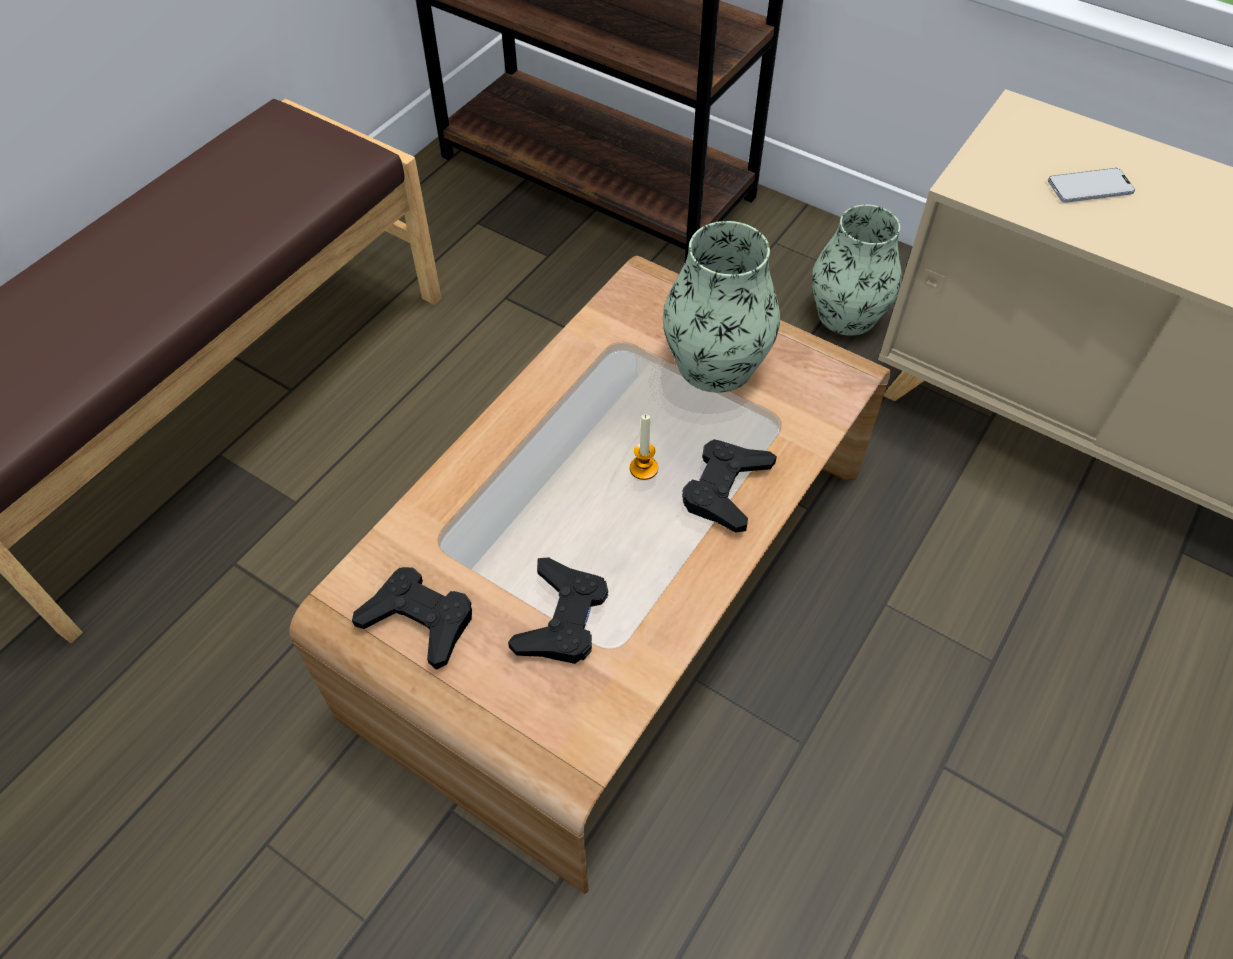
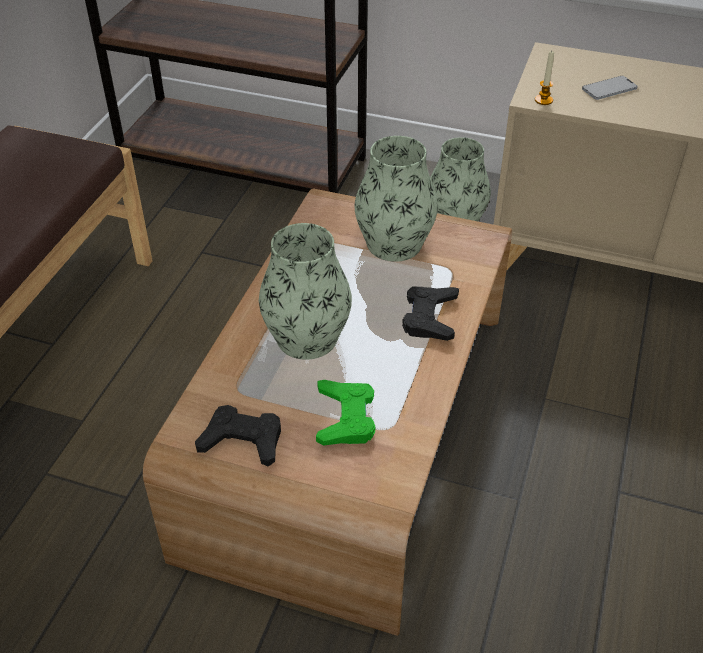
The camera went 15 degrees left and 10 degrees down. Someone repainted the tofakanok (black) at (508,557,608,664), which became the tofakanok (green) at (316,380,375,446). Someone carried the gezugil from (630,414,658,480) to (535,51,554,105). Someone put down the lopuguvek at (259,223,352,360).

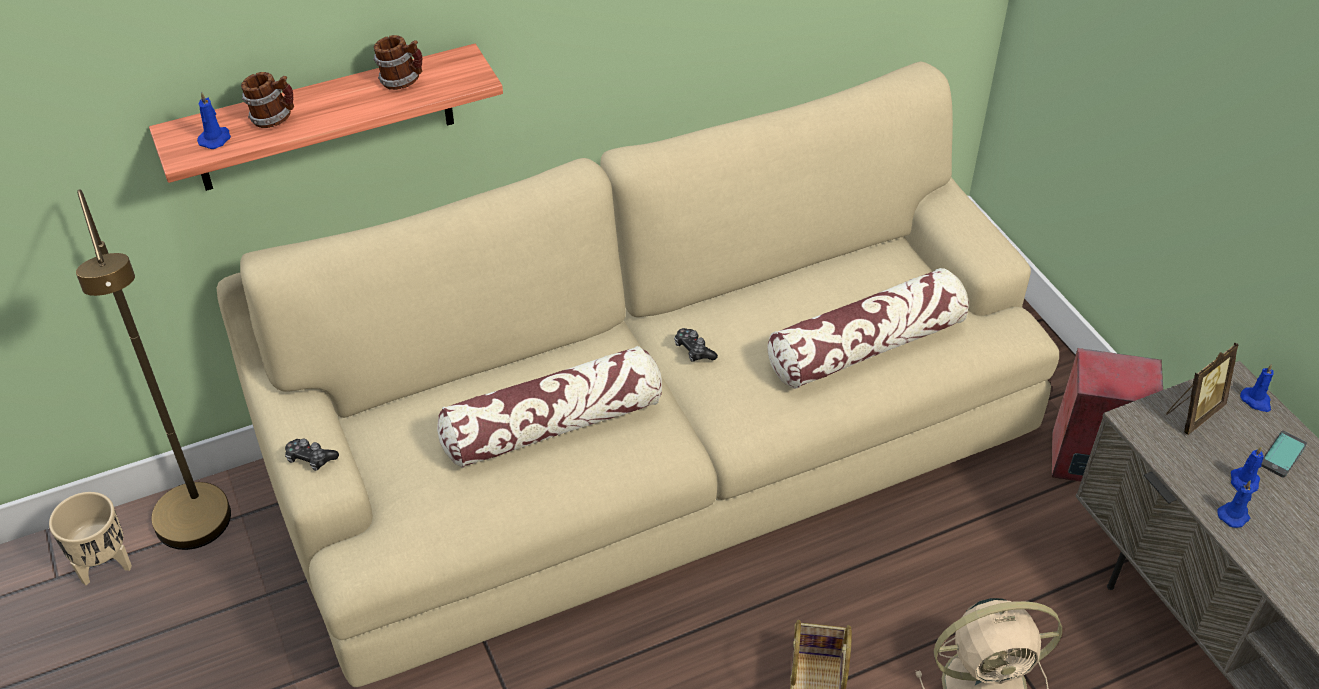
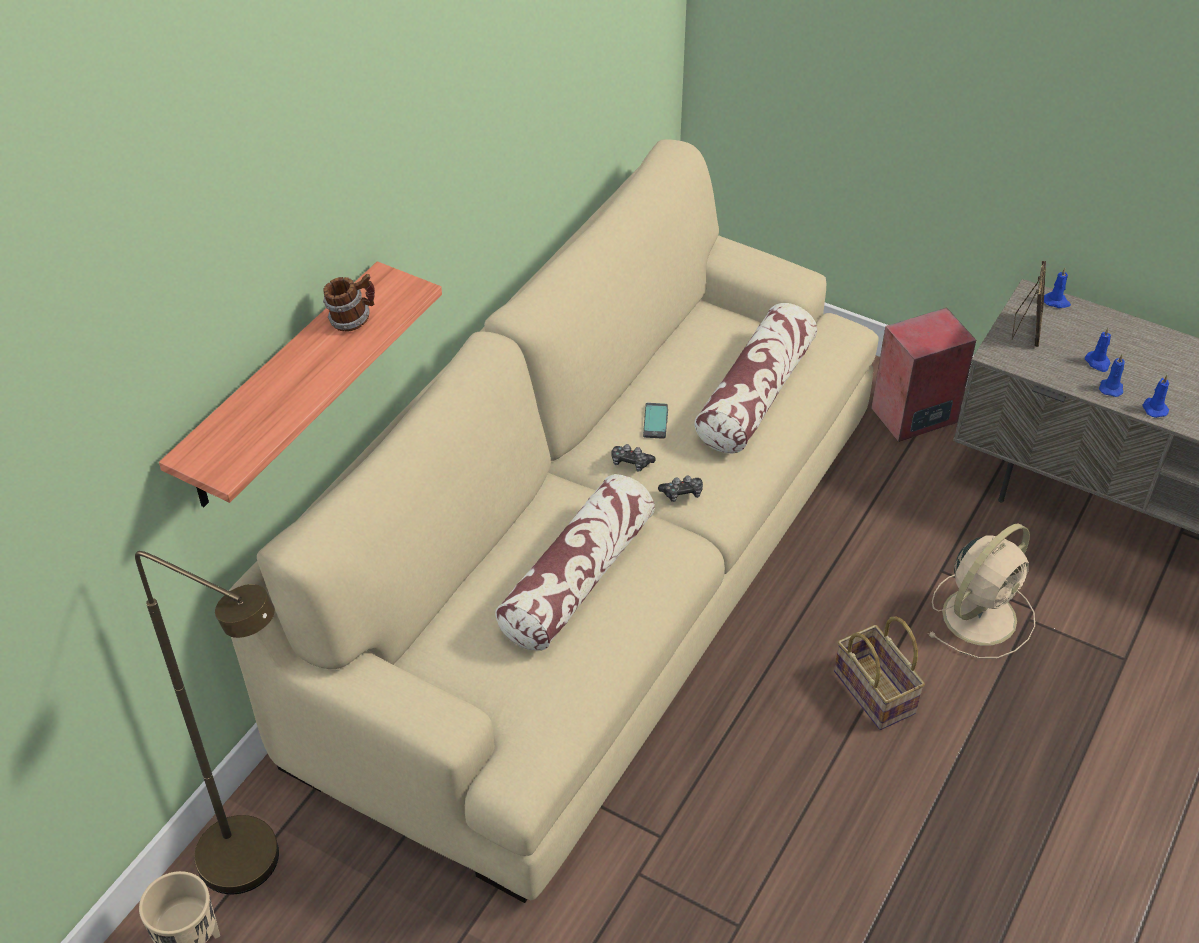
The camera went 35 degrees left and 0 degrees up. Someone carried the gezugil (blue) from (197,91,231,149) to (1142,375,1169,418). Someone took away the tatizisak at (241,72,294,128). Someone carried the tofakanok from (285,438,339,471) to (658,475,703,502). Someone carried the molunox from (1261,431,1307,478) to (643,403,668,439).

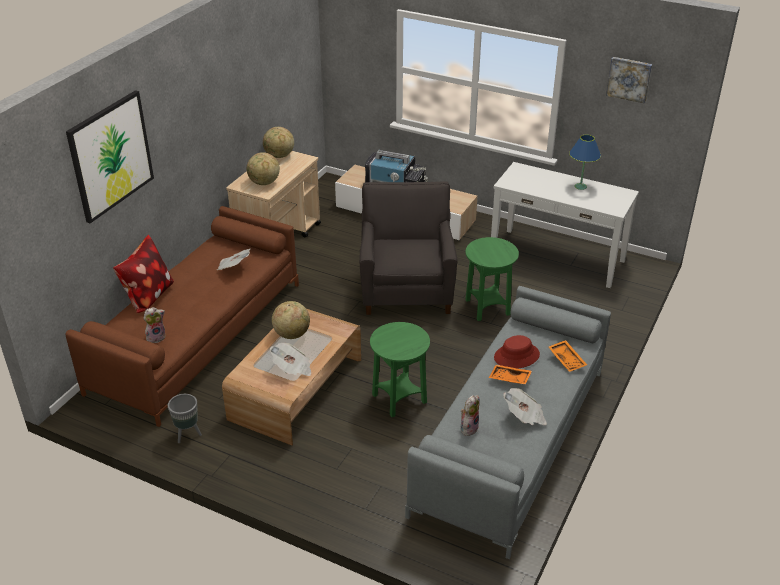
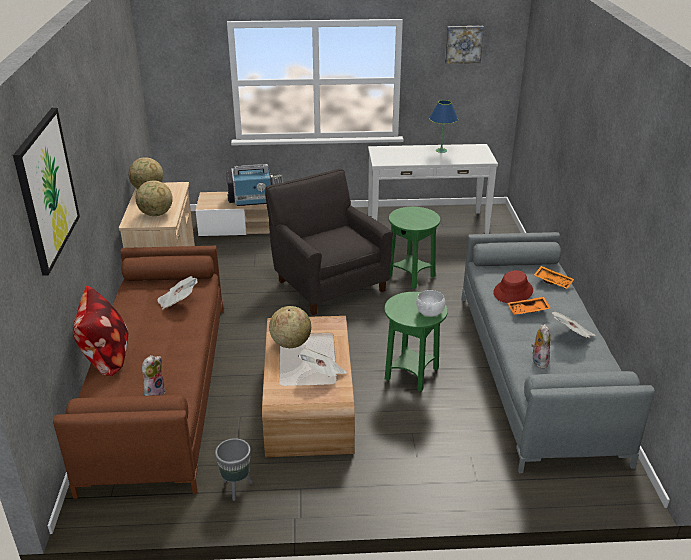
The camera went 30 degrees left and 5 degrees down. Someone put down the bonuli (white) at (416,290,445,317).

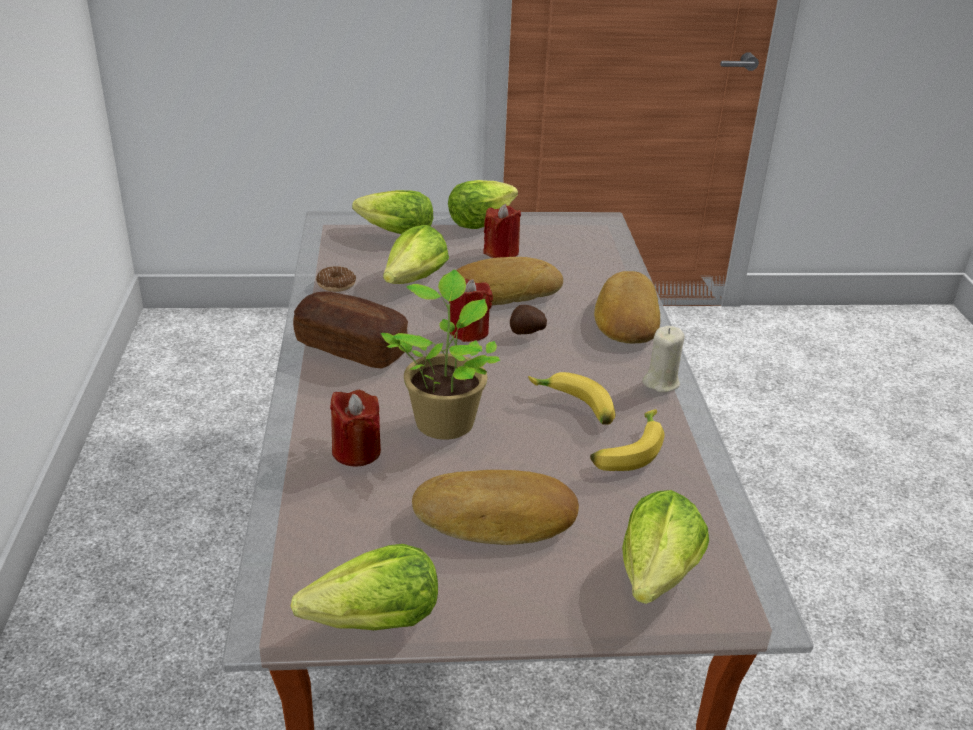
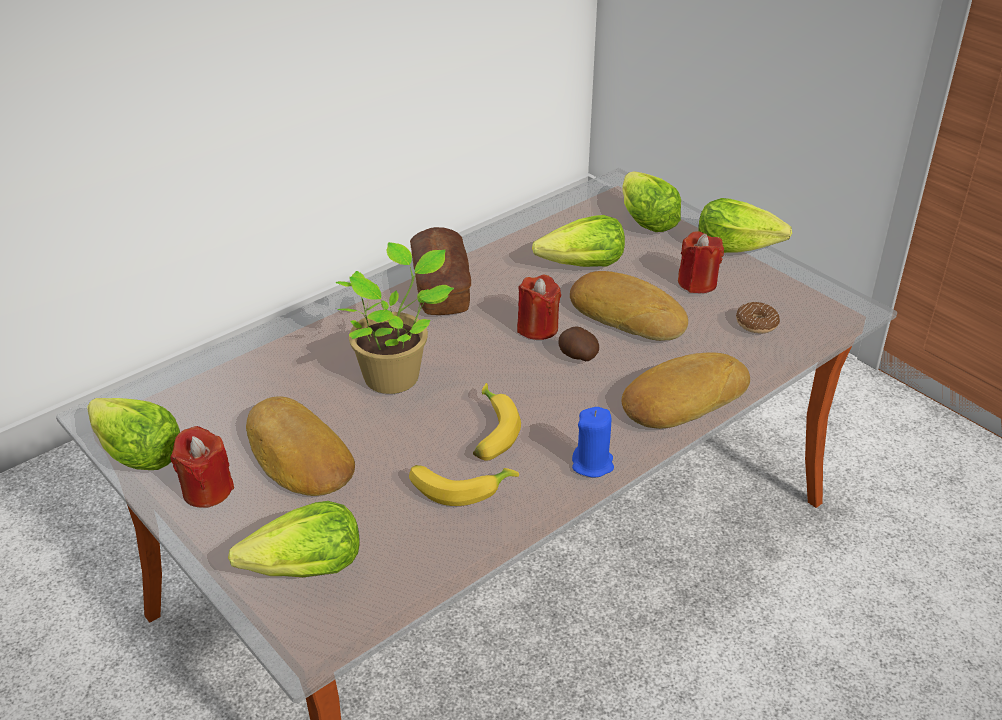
The camera went 55 degrees right and 5 degrees up. Someone carried the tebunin from (316,266,356,292) to (736,302,780,333). Someone carried the gezugil (red) from (330,390,381,466) to (170,426,234,508). Someone repainted the gezugil (beige) at (642,326,685,393), which became the gezugil (blue) at (572,407,614,477).

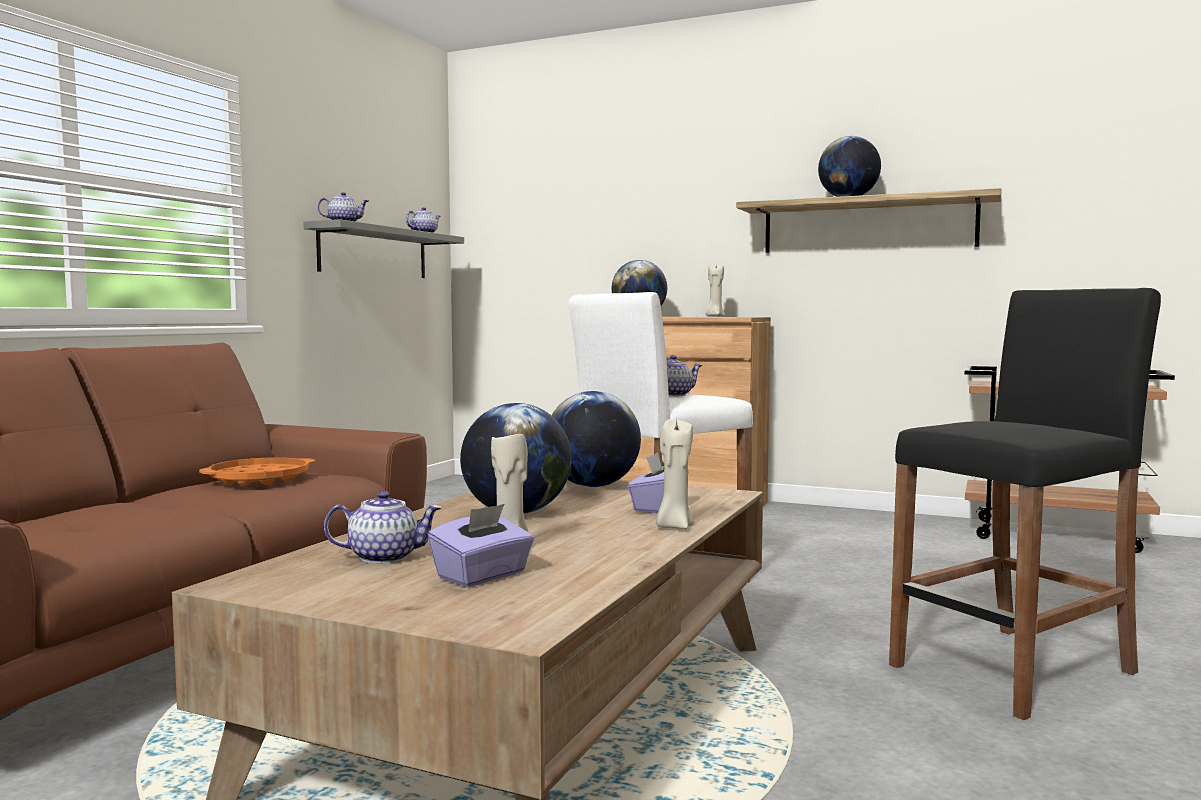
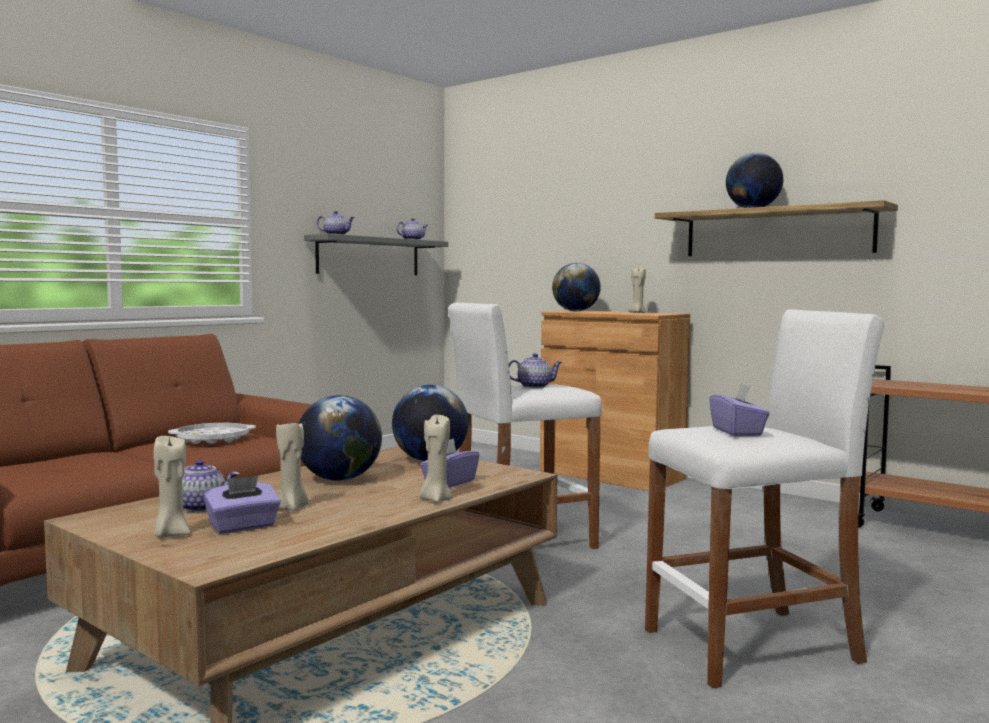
The camera went 15 degrees right and 0 degrees up. Someone repainted the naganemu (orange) at (199,457,316,486), which became the naganemu (white) at (168,423,256,444). Someone repainted the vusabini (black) at (889,288,1161,720), which became the vusabini (white) at (645,309,884,688). Someone put down the gezugil (beige) at (153,435,191,538). Someone put down the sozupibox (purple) at (709,383,769,436).

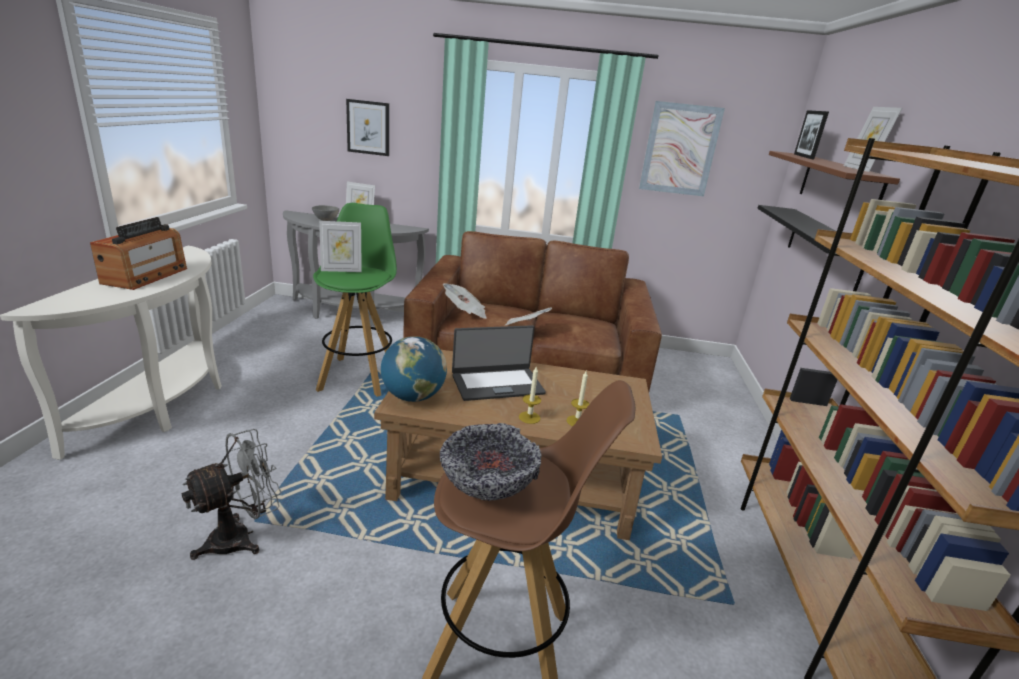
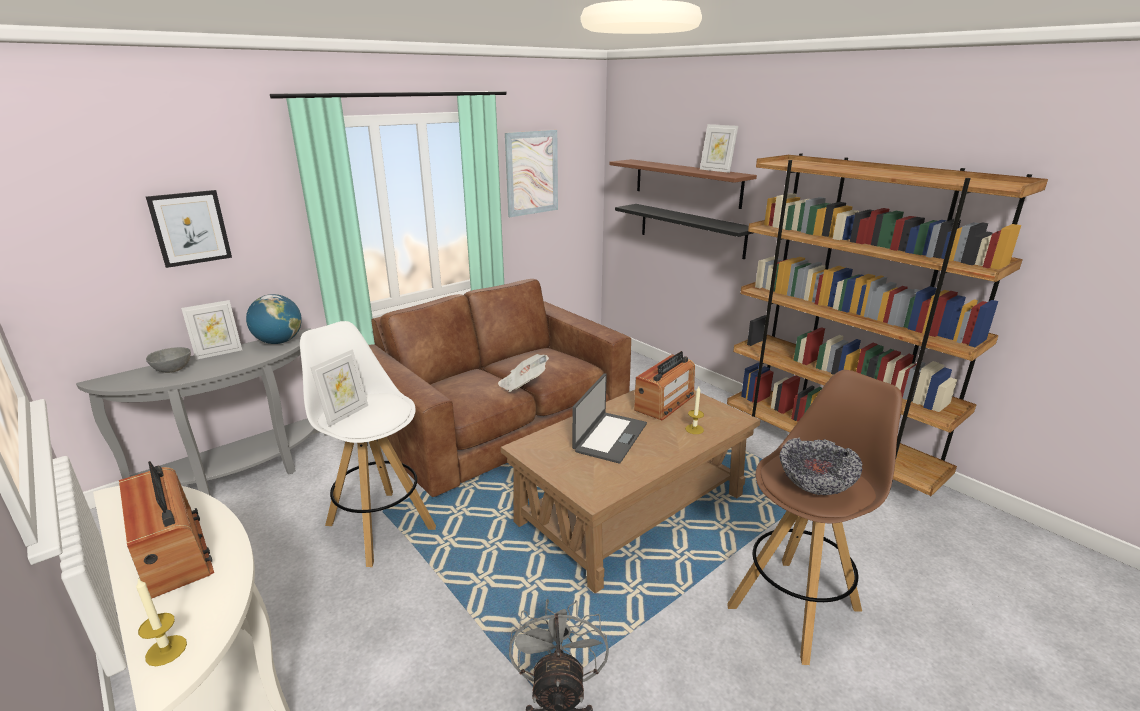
The camera went 45 degrees left and 0 degrees up. Someone repainted the vusabini (green) at (313,203,397,397), which became the vusabini (white) at (300,321,436,567). Someone carried the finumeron from (381,336,447,402) to (246,294,302,344). Someone took away the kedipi at (443,283,487,319). Someone carried the gezugil from (519,367,541,424) to (136,578,187,666). Someone took away the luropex at (794,110,829,160). Someone put down the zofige at (634,351,695,421).

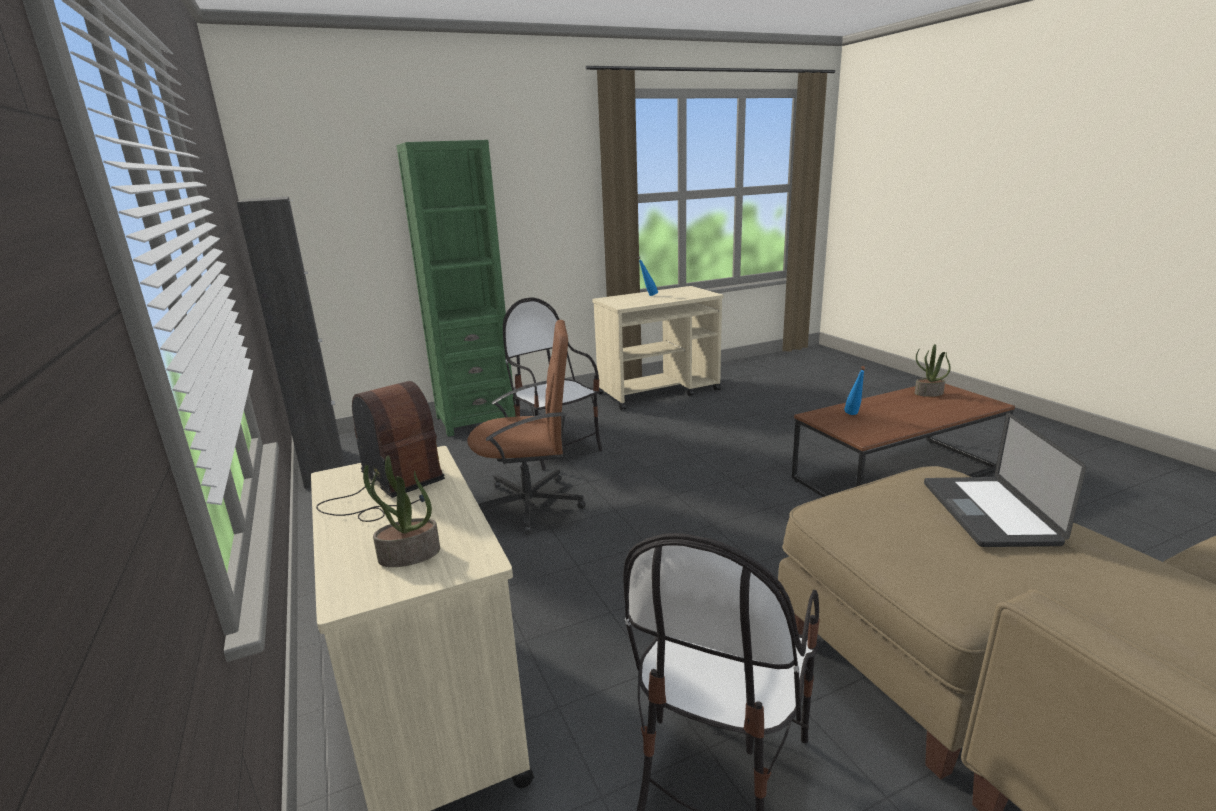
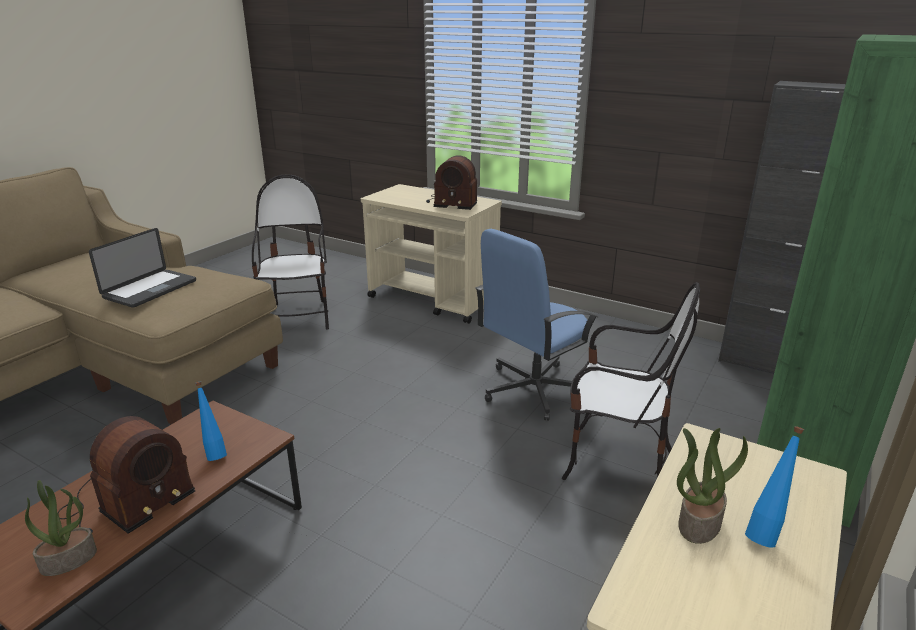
The camera went 145 degrees right and 5 degrees up. Someone carried the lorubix from (363,456,440,567) to (677,428,748,544). Someone repainted the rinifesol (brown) at (467,320,586,535), which became the rinifesol (blue) at (475,229,598,421). Someone rotated the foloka at (924,412,1087,547) by 60 degrees clockwise. Someone put down the zofige at (58,416,195,534).

